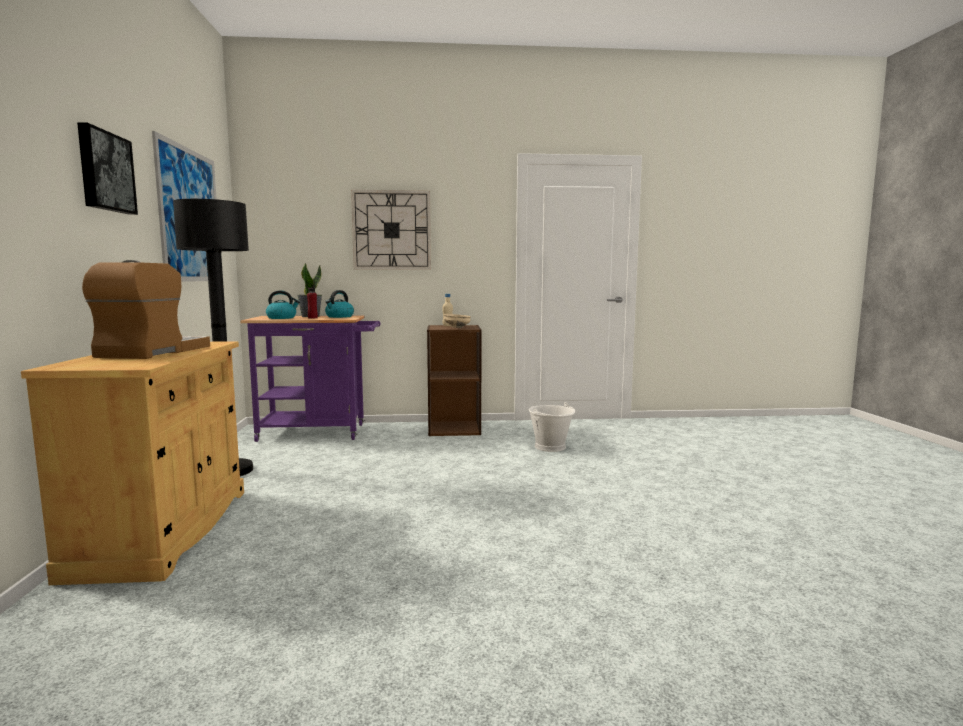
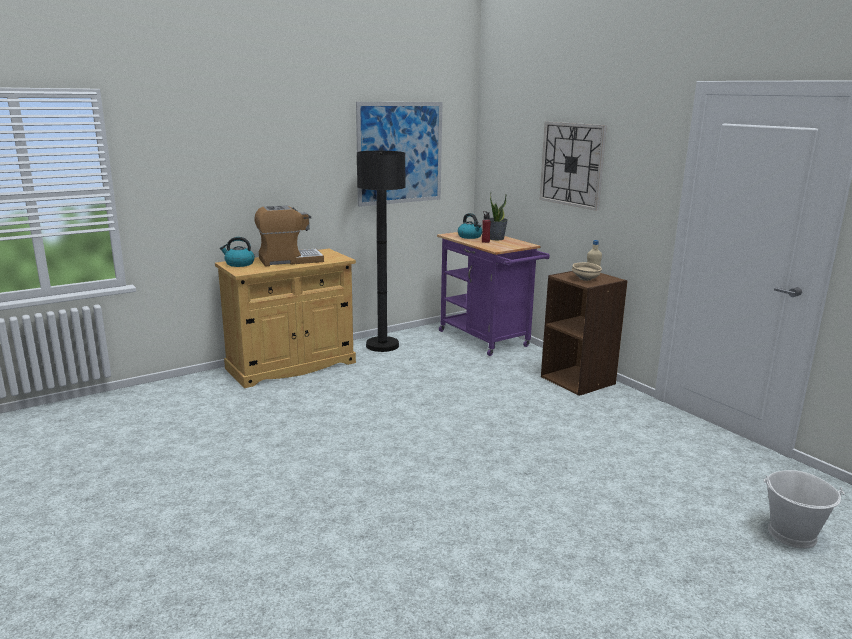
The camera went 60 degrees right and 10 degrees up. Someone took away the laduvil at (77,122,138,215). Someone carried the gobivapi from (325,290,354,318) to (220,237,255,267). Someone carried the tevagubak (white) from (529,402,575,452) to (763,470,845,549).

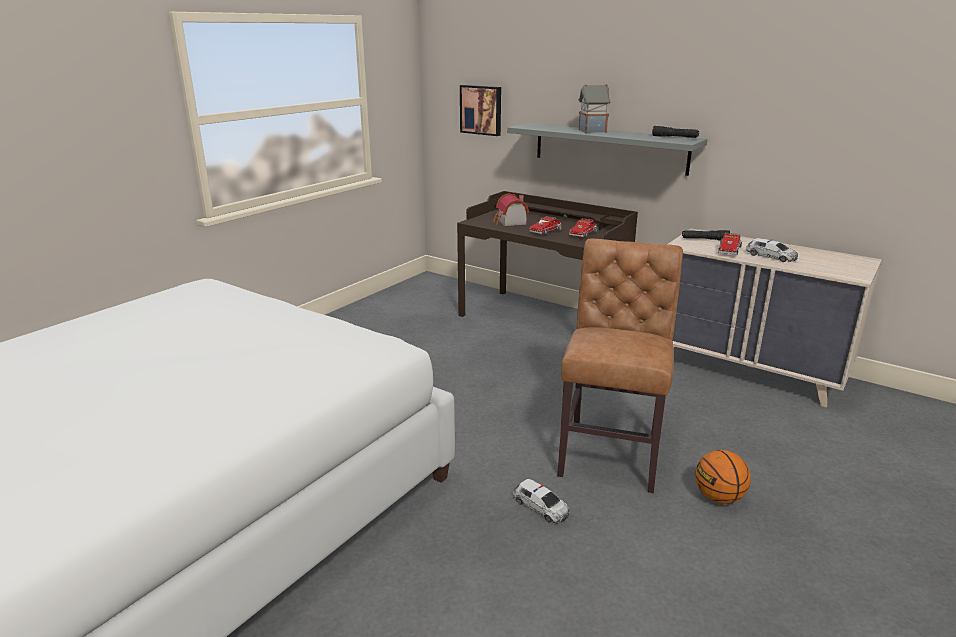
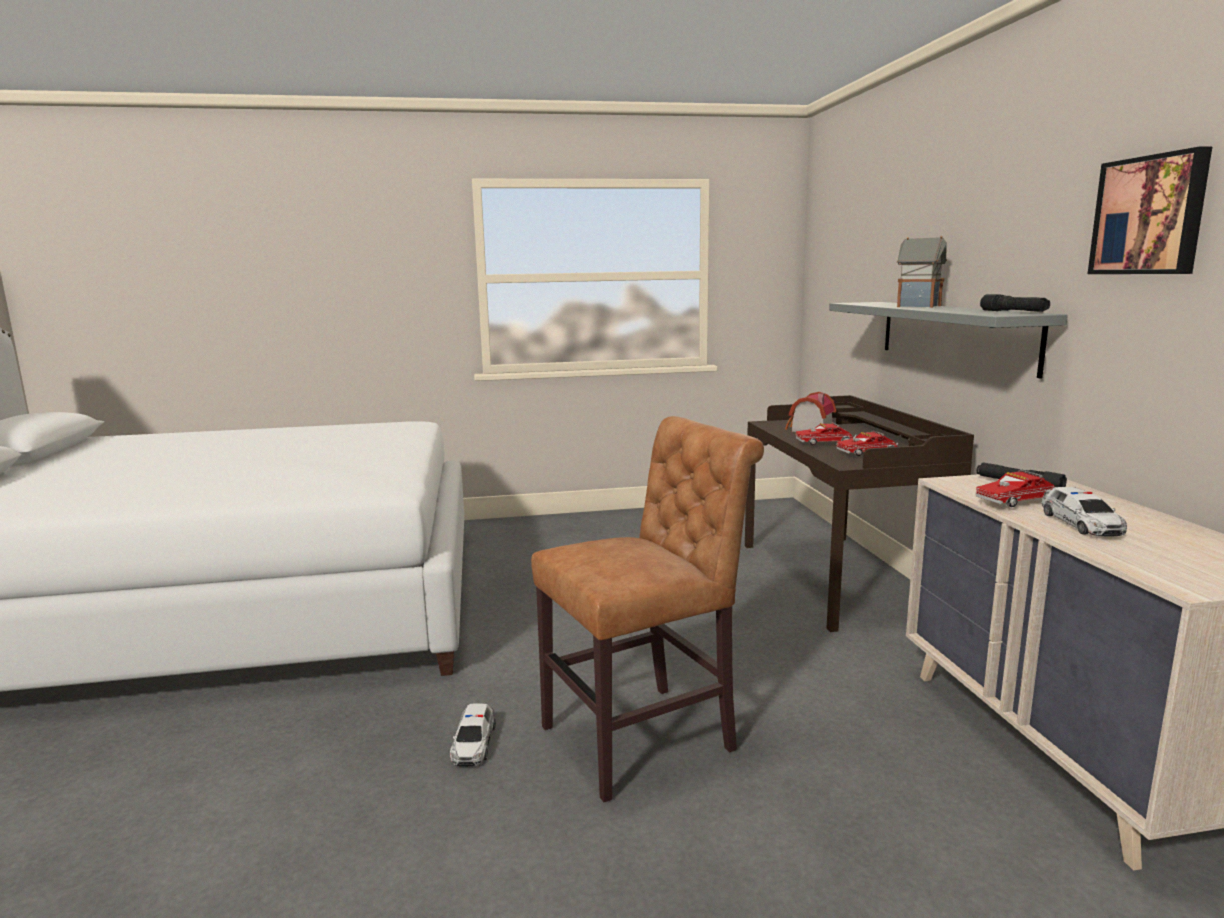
The camera went 45 degrees right and 10 degrees down. Someone carried the laduvil from (460,85,501,136) to (1088,146,1212,274). Someone took away the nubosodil at (695,450,751,504).

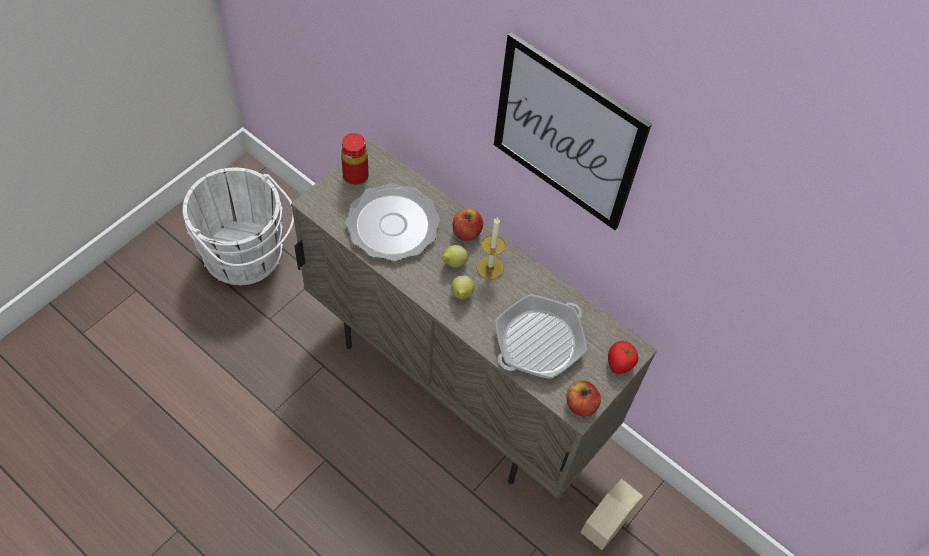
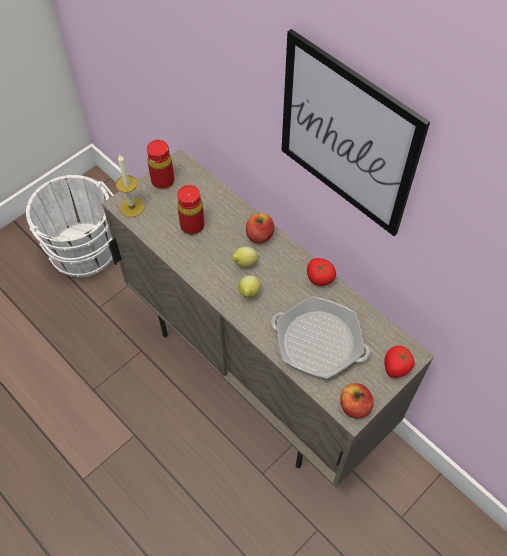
The camera went 10 degrees right and 0 degrees up. Someone swapped the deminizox at (345,183,440,261) for the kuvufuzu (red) at (177,185,205,235). Someone carried the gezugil from (476,217,505,280) to (116,155,144,217). Someone rotated the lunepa at (495,294,587,379) by 120 degrees counterclockwise. Someone took away the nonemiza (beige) at (581,479,643,550). Someone put down the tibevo at (307,258,336,286).

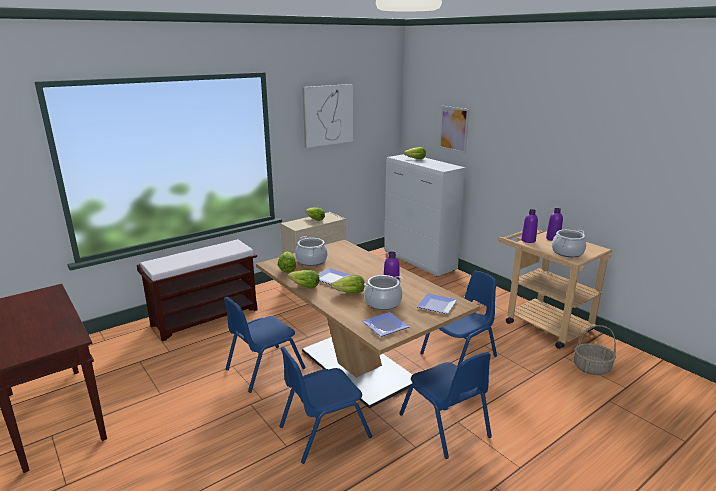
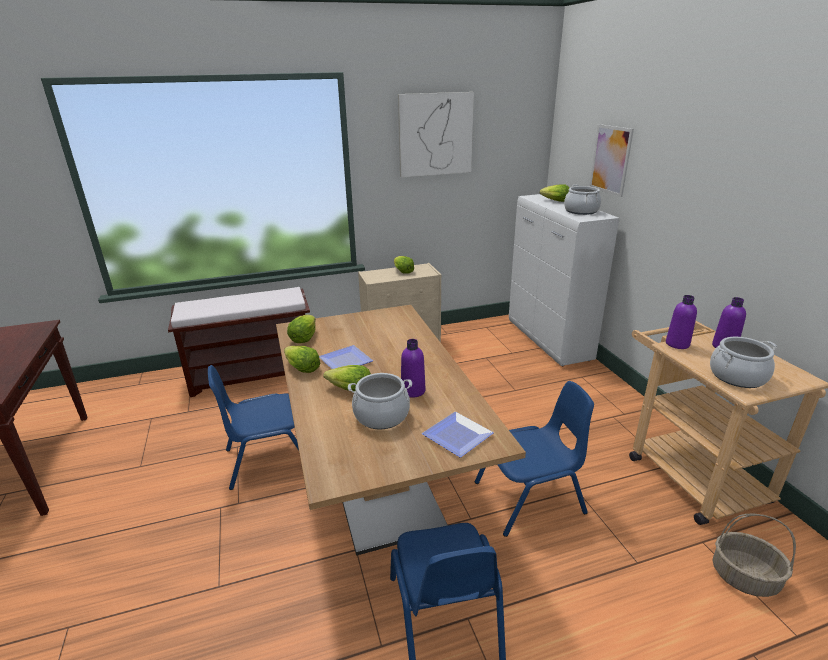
The camera went 20 degrees right and 5 degrees up. Someone took away the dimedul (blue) at (280,347,372,464). Someone carried the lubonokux from (295,236,327,266) to (564,185,601,215). Someone took away the deminizox at (362,312,410,337).

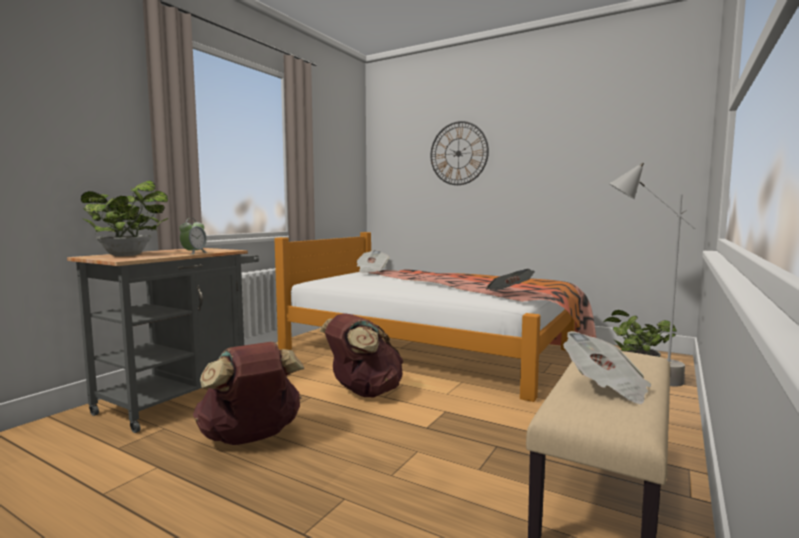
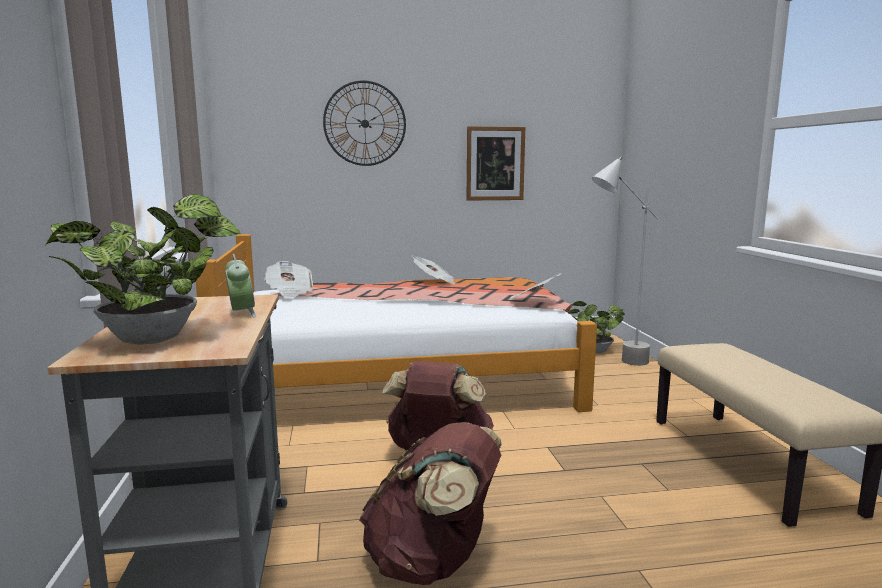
The camera went 40 degrees left and 5 degrees up. Someone carried the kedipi from (563,331,651,404) to (412,256,455,284). Someone put up the laduvil at (467,126,525,201).

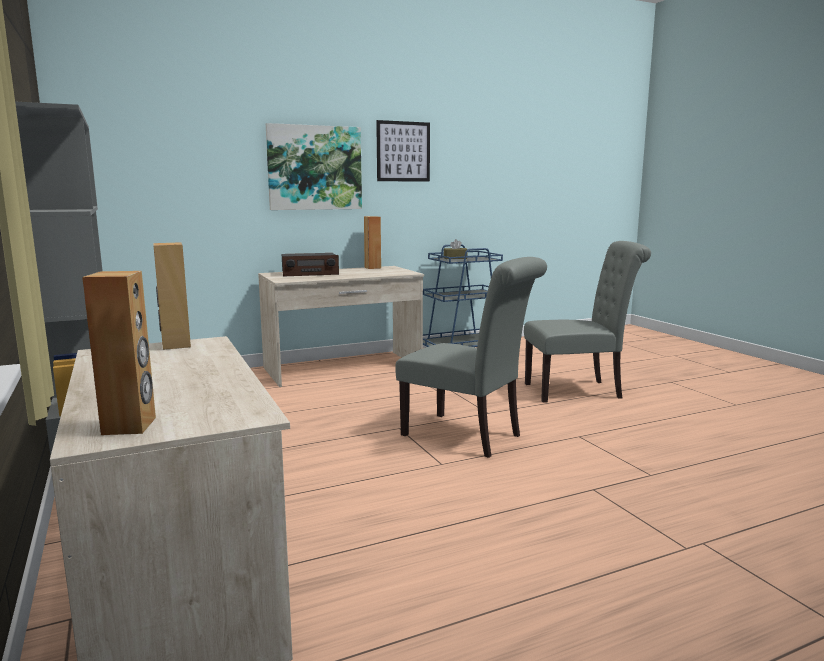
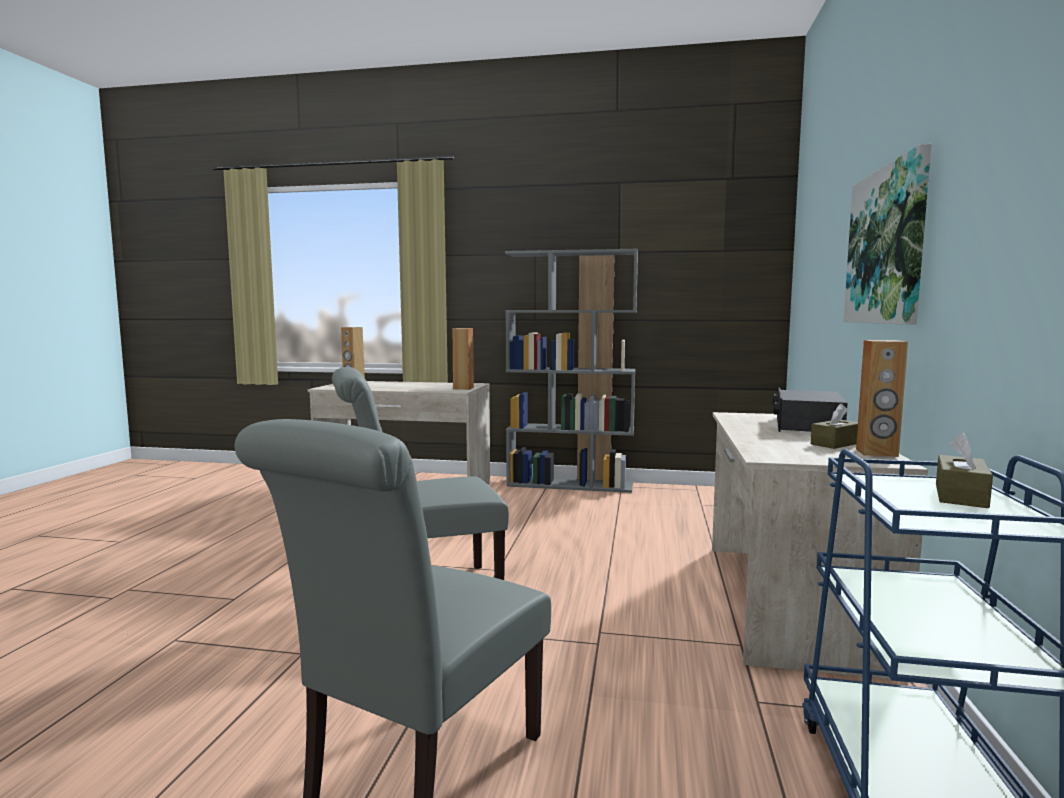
The camera went 125 degrees right and 5 degrees down. Someone took away the laduvil at (376,120,430,182). Someone put down the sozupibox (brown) at (811,403,858,449).

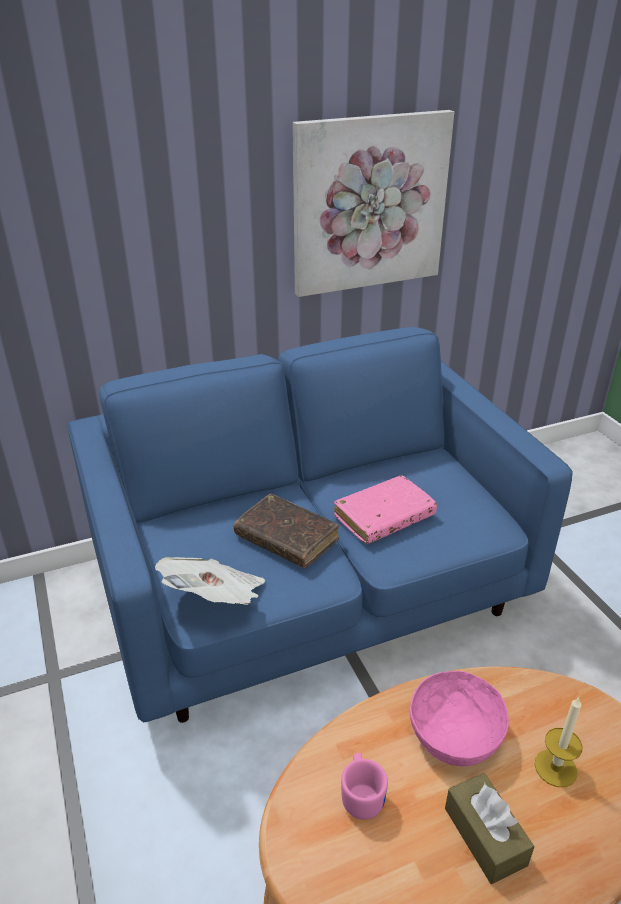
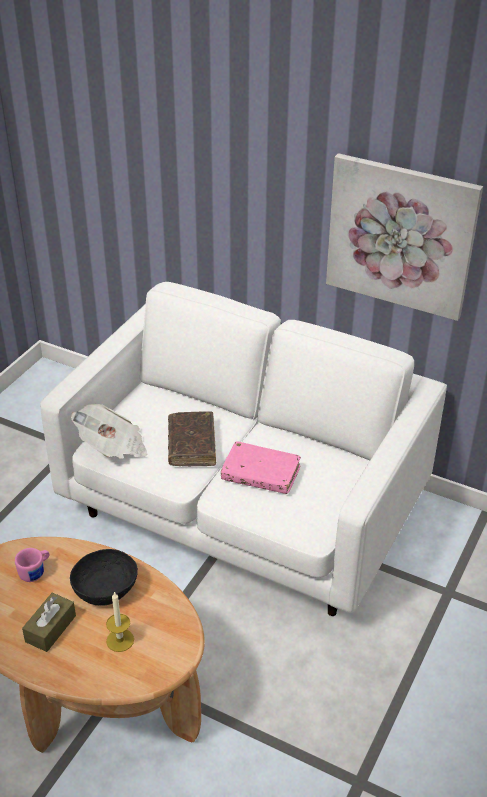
The camera went 50 degrees right and 5 degrees up. Someone repainted the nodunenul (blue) at (67,327,573,723), which became the nodunenul (white) at (40,282,447,616). Someone repainted the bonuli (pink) at (410,671,509,766), which became the bonuli (black) at (70,549,138,606).

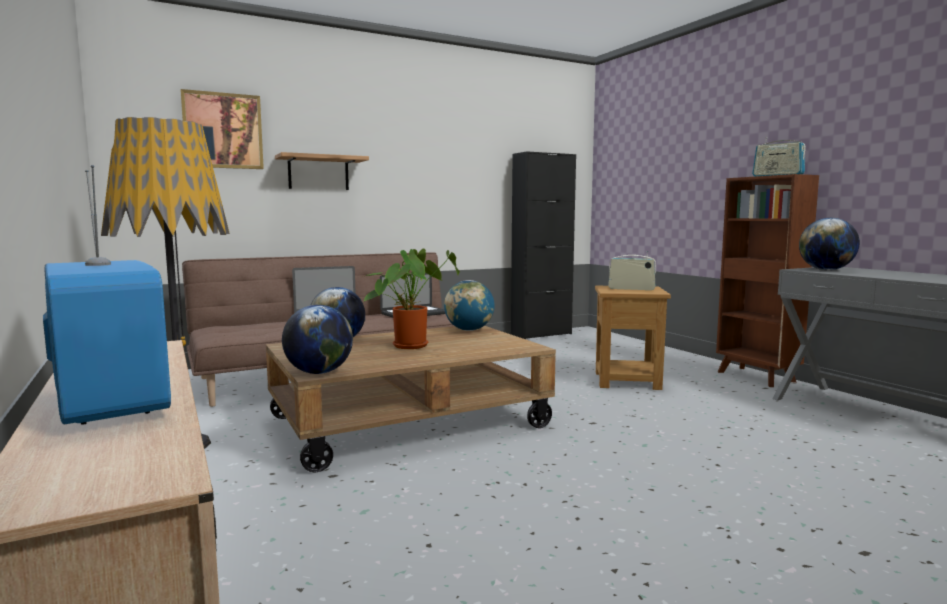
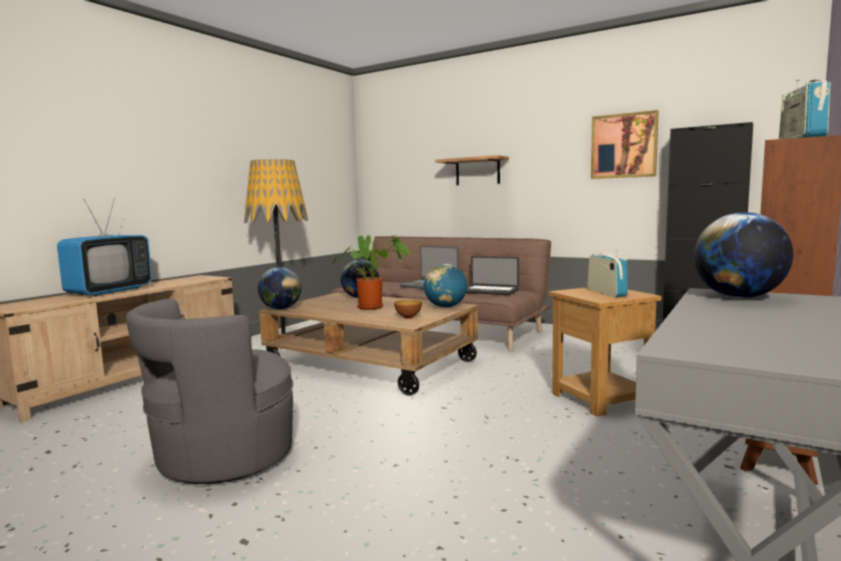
The camera went 60 degrees right and 0 degrees up. Someone carried the laduvil from (180,89,264,169) to (591,110,659,179). Someone put down the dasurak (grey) at (126,299,293,484). Someone put down the bonuli at (394,300,422,319).

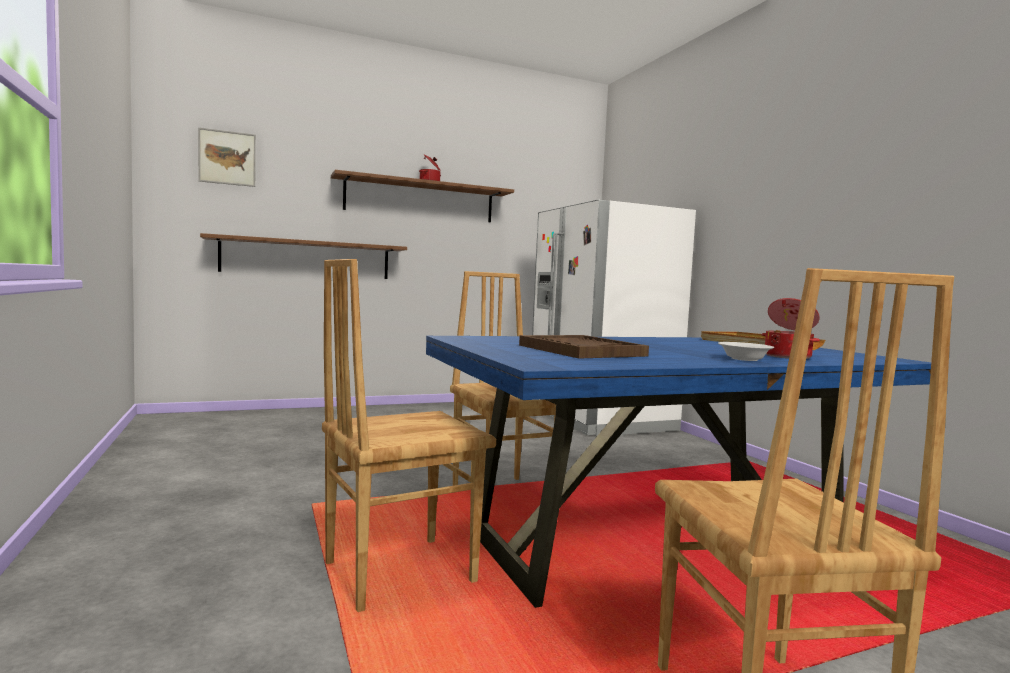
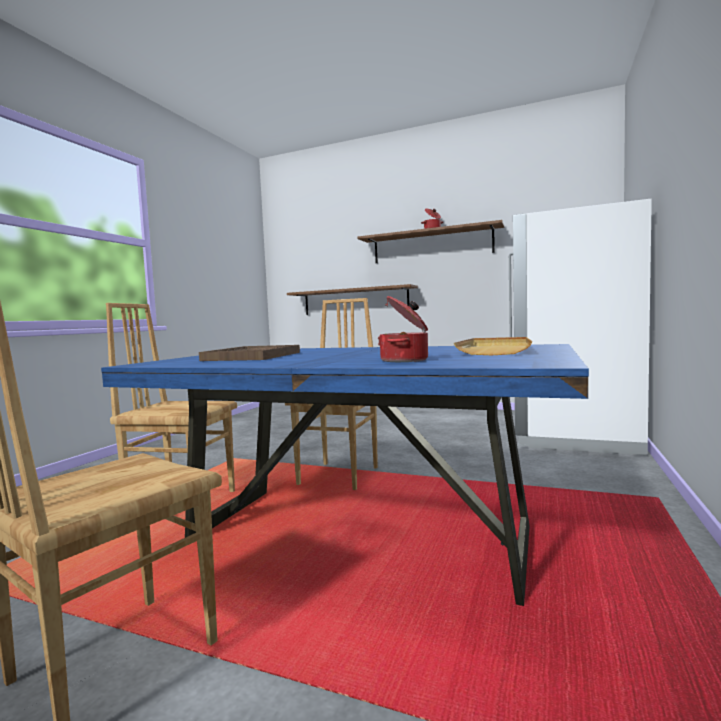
The camera went 45 degrees right and 0 degrees up. Someone took away the laduvil at (198,127,256,187). Someone took away the bonuli (white) at (718,342,774,361).

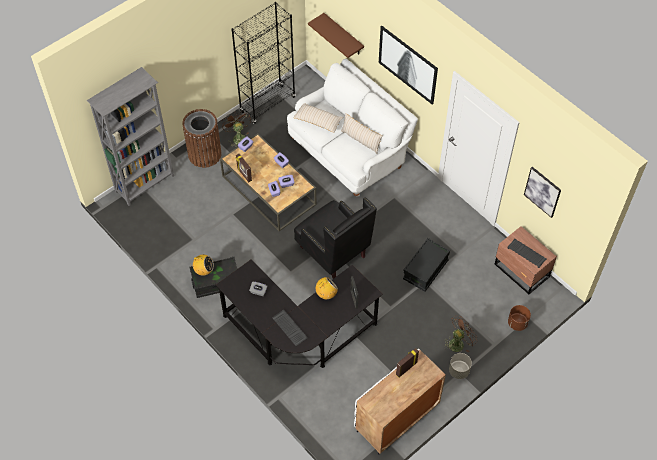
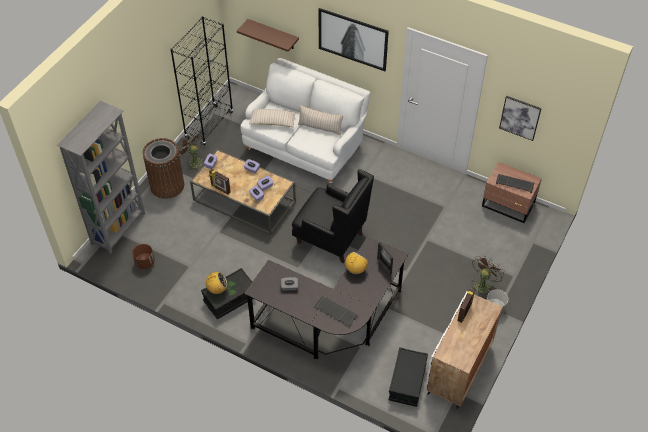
The camera went 20 degrees left and 5 degrees down. Someone carried the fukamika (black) from (403,238,450,292) to (388,347,428,407). Someone carried the nonemiza (brown) from (508,305,531,331) to (132,244,155,269).

